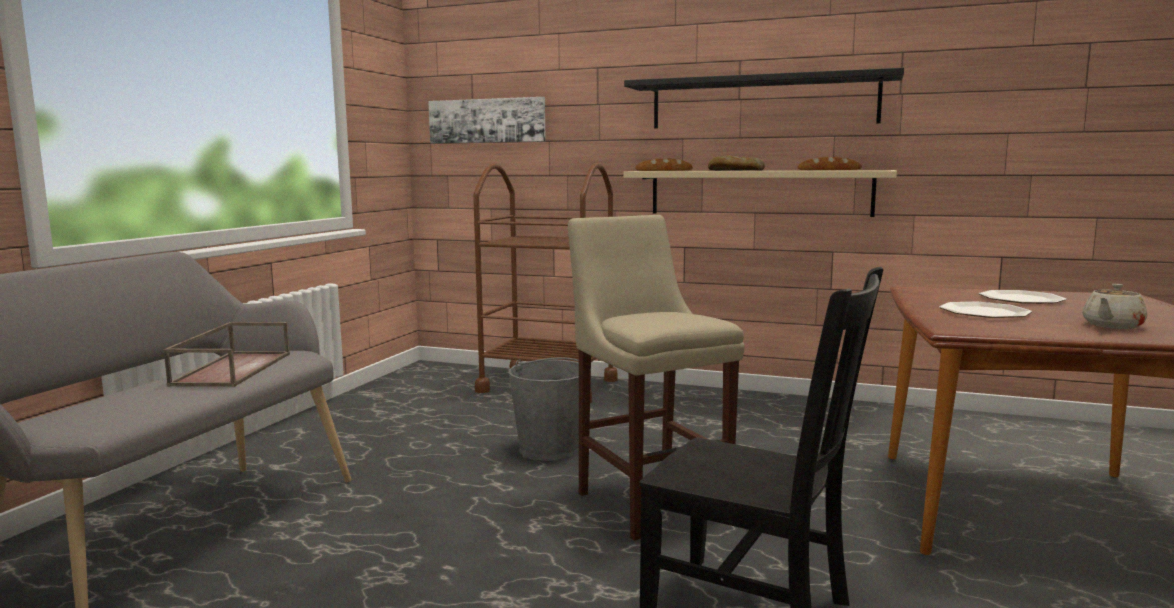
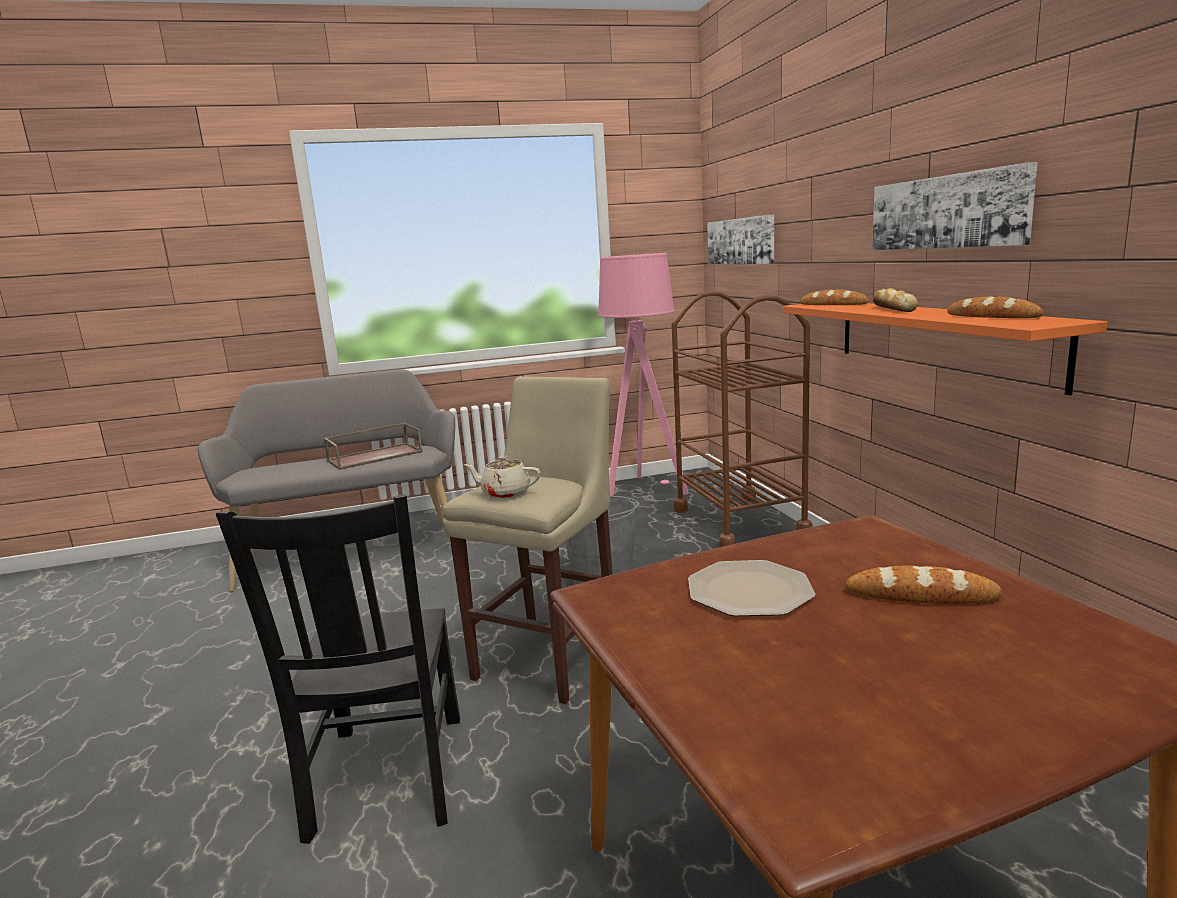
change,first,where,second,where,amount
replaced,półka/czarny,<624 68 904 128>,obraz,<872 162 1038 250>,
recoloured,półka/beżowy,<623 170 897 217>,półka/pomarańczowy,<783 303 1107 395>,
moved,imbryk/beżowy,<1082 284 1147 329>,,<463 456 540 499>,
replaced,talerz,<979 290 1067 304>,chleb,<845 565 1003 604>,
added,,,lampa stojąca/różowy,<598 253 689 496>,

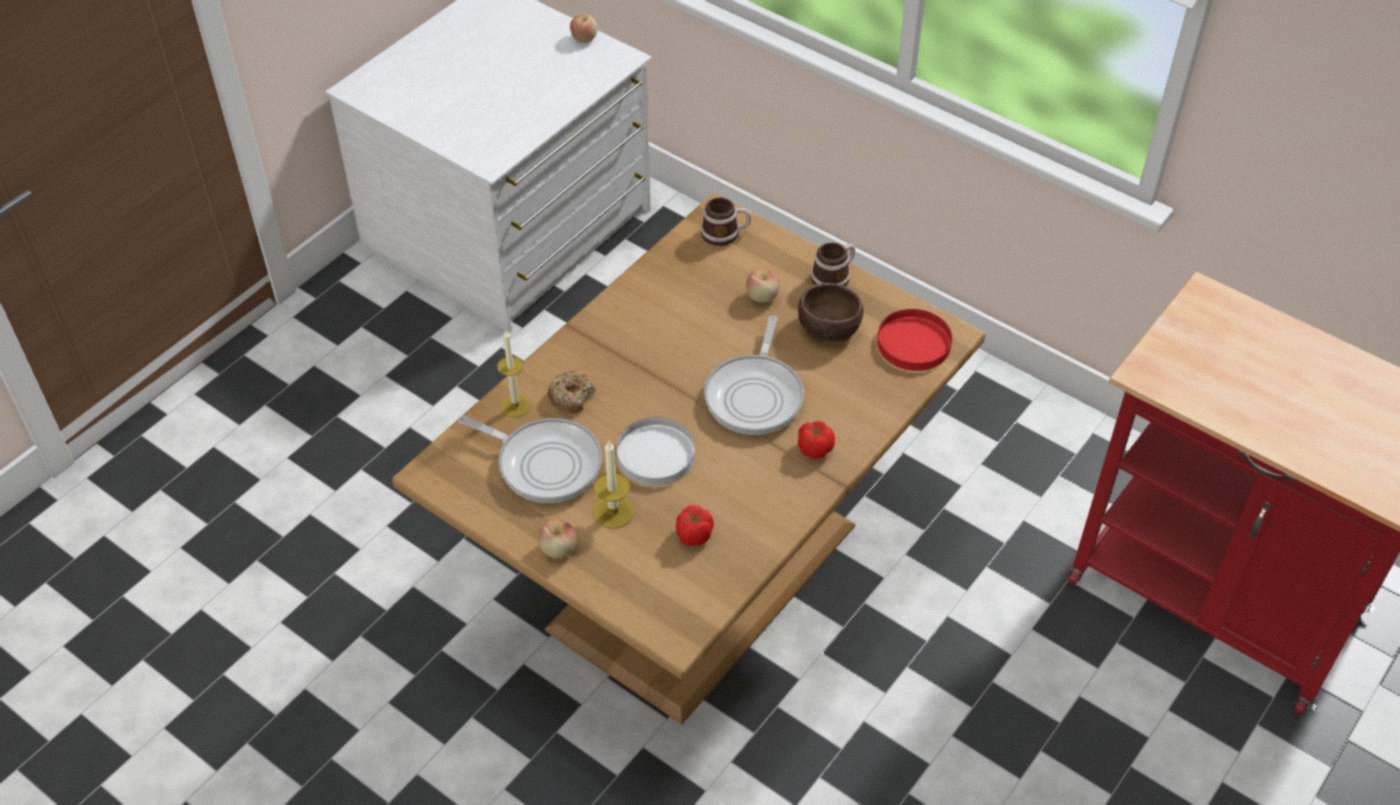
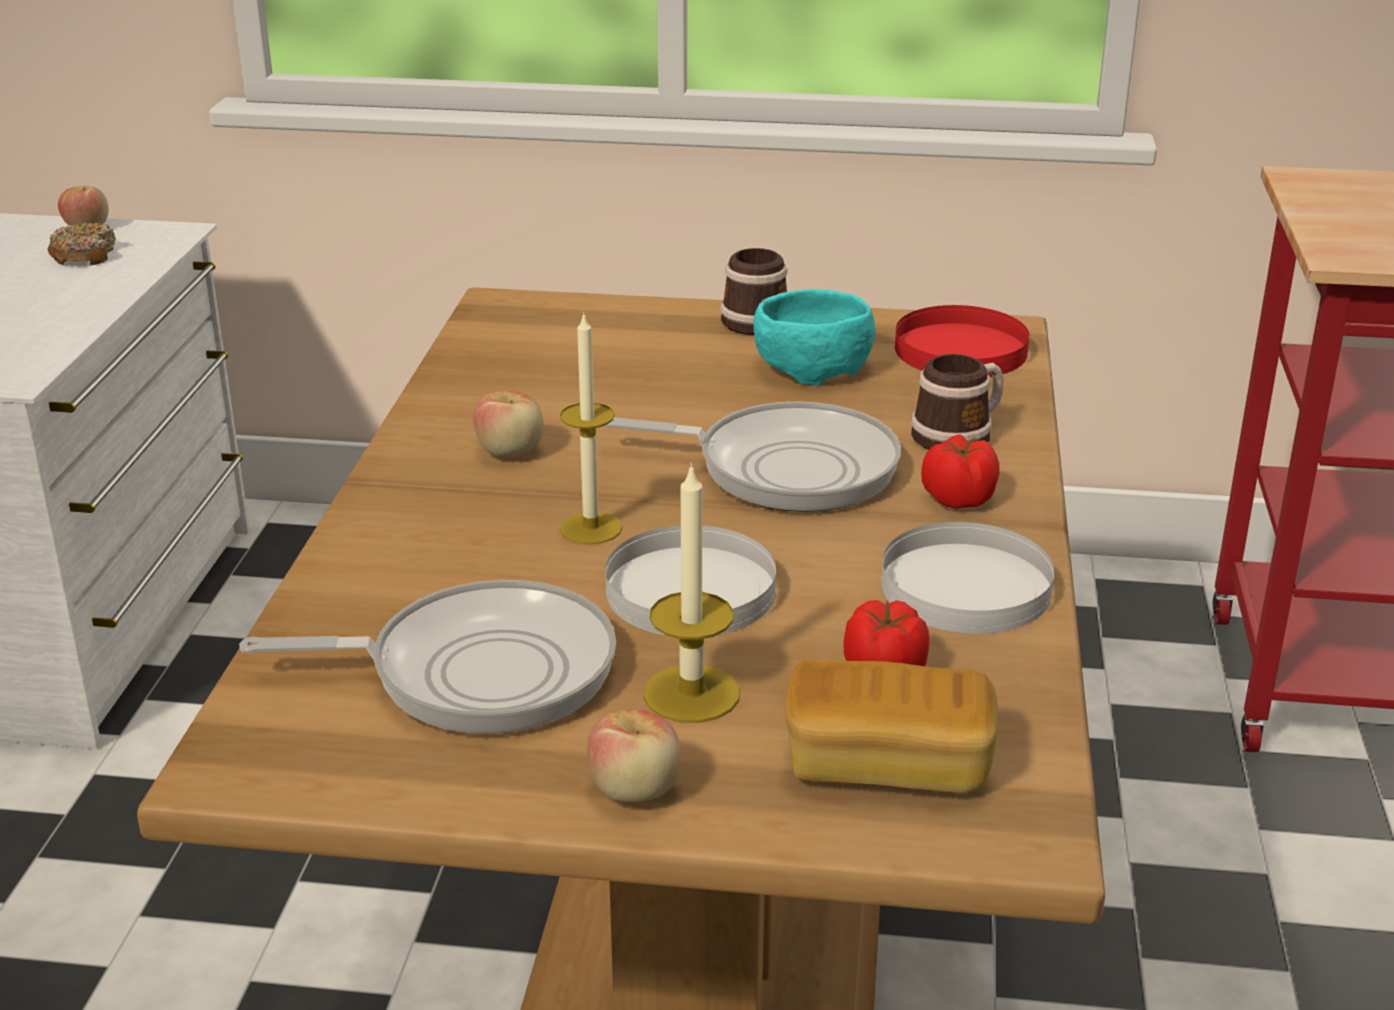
change,first,where,second,where,amount
moved,kubek,<701 197 751 246>,,<911 354 1003 450>,
moved,jabłko,<746 269 780 303>,,<473 391 544 456>,
recoloured,miska/brązowy,<798 283 863 342>,miska/turkusowy,<753 289 876 385>,
turned,patelnia,<704 316 804 435>,,<602 401 901 512>,60 degrees counterclockwise
moved,świeca,<497 330 530 417>,,<560 312 622 544>,
moved,donut,<548 371 596 414>,,<48 223 116 266>,
added,,,talerz/biały,<881 522 1054 634>,
added,,,chleb,<785 660 998 793>,

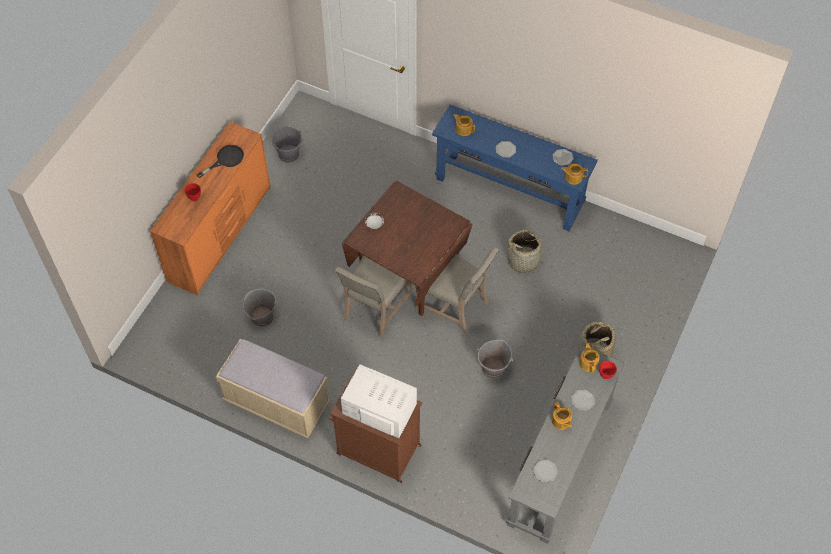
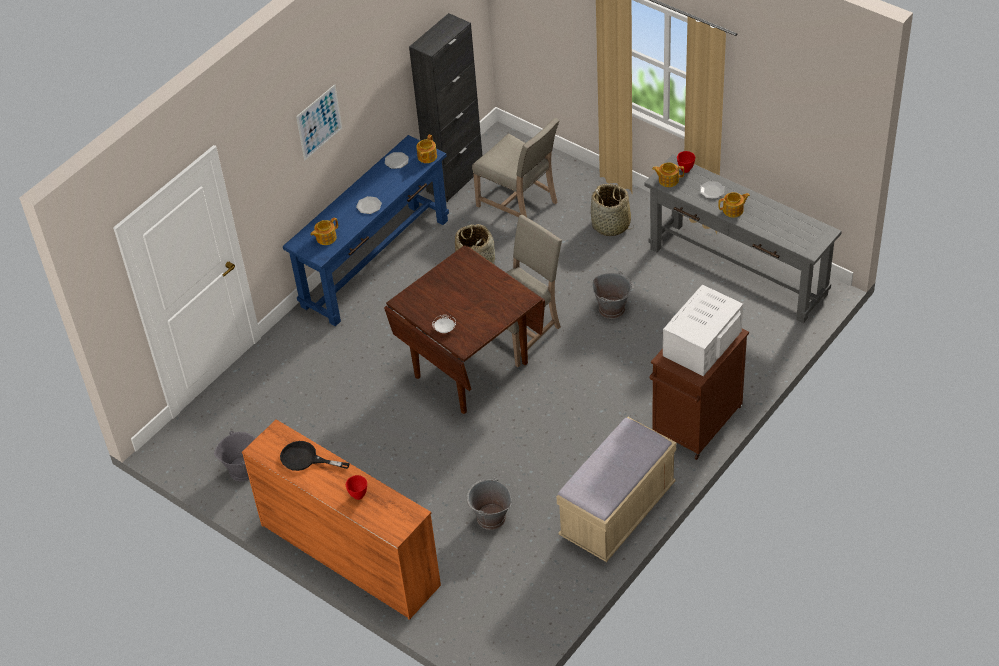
change,first,where,second,where,amount
turned,patelnia/czarny,<197 145 244 178>,,<280 441 350 471>,45 degrees counterclockwise
moved,krzesło/beżowy,<335 256 412 338>,,<472 118 559 217>,
removed,talerz,<533 459 558 483>,,,
added,,,szafka/czarny,<409 13 482 202>,
added,,,obraz,<296 84 342 160>,

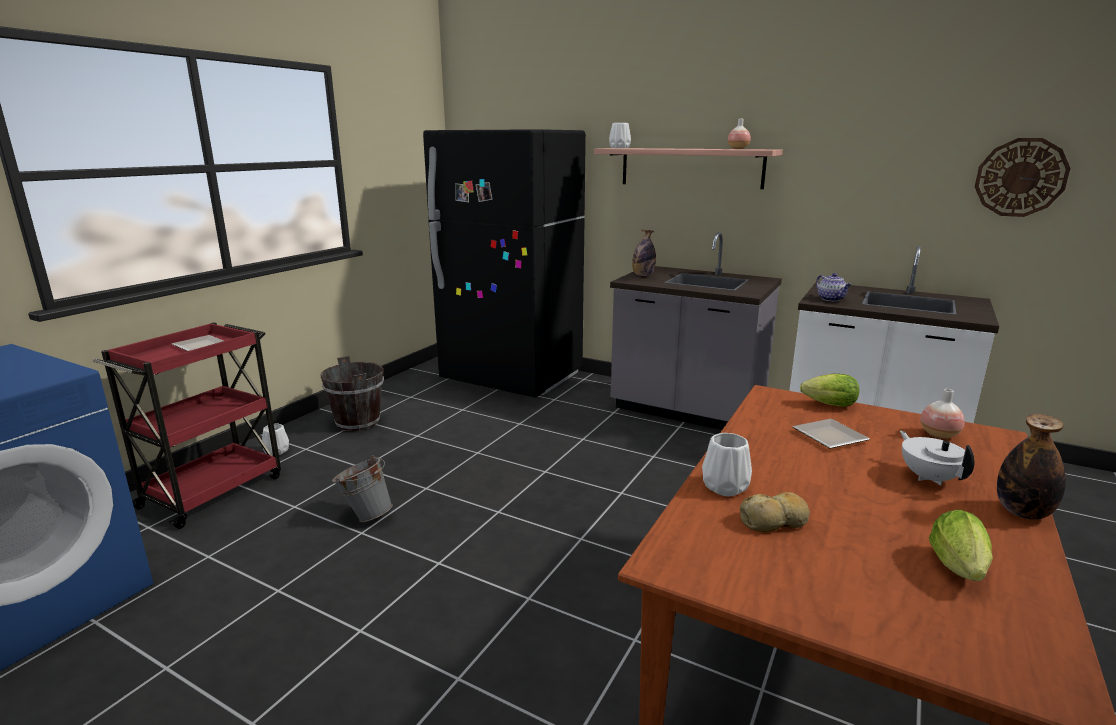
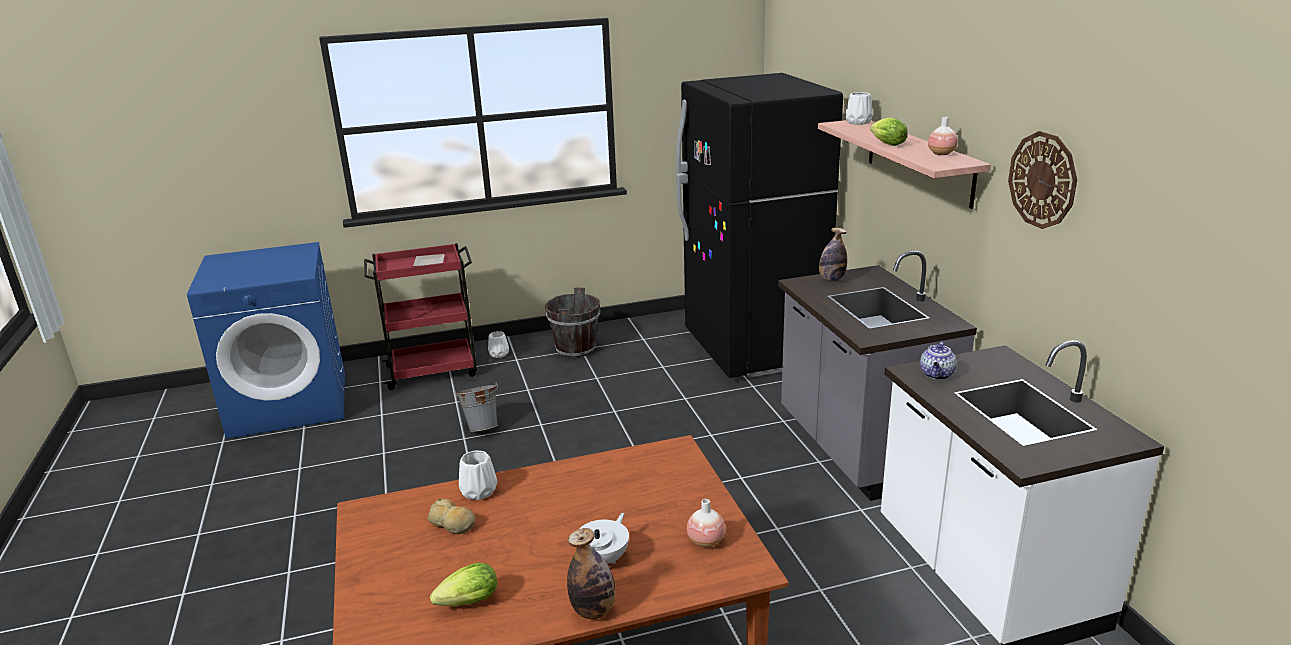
change,first,where,second,where,amount
moved,zegar ścienny,<975 138 1071 217>,,<1008 131 1077 229>,
moved,sałata,<800 374 859 407>,,<870 117 908 146>,
removed,talerz,<792 419 870 449>,,,

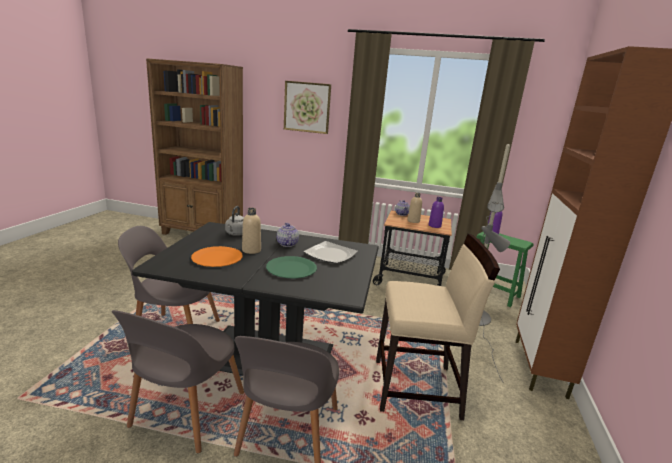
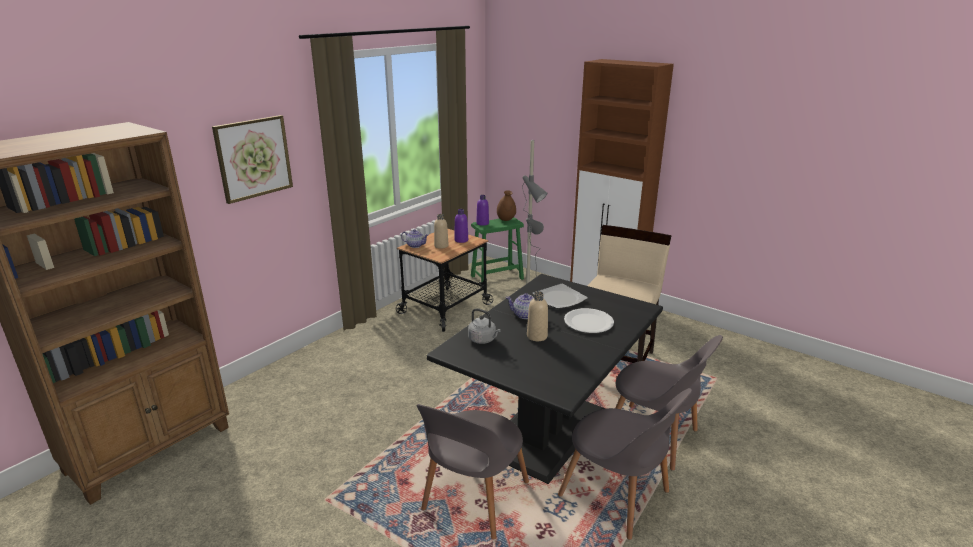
change,first,where,second,where,amount
removed,talerz/pomarańczowy,<191 246 243 267>,,,
recoloured,talerz/zielony,<266 256 317 278>,talerz/biały,<564 308 614 333>,
added,,,wazon/brązowy,<497 190 516 221>,

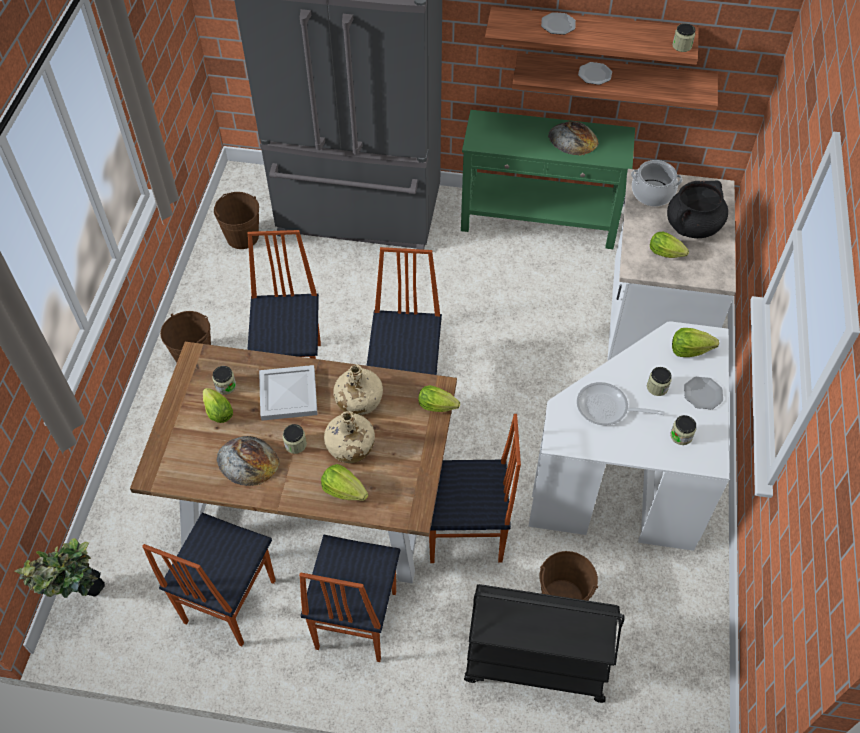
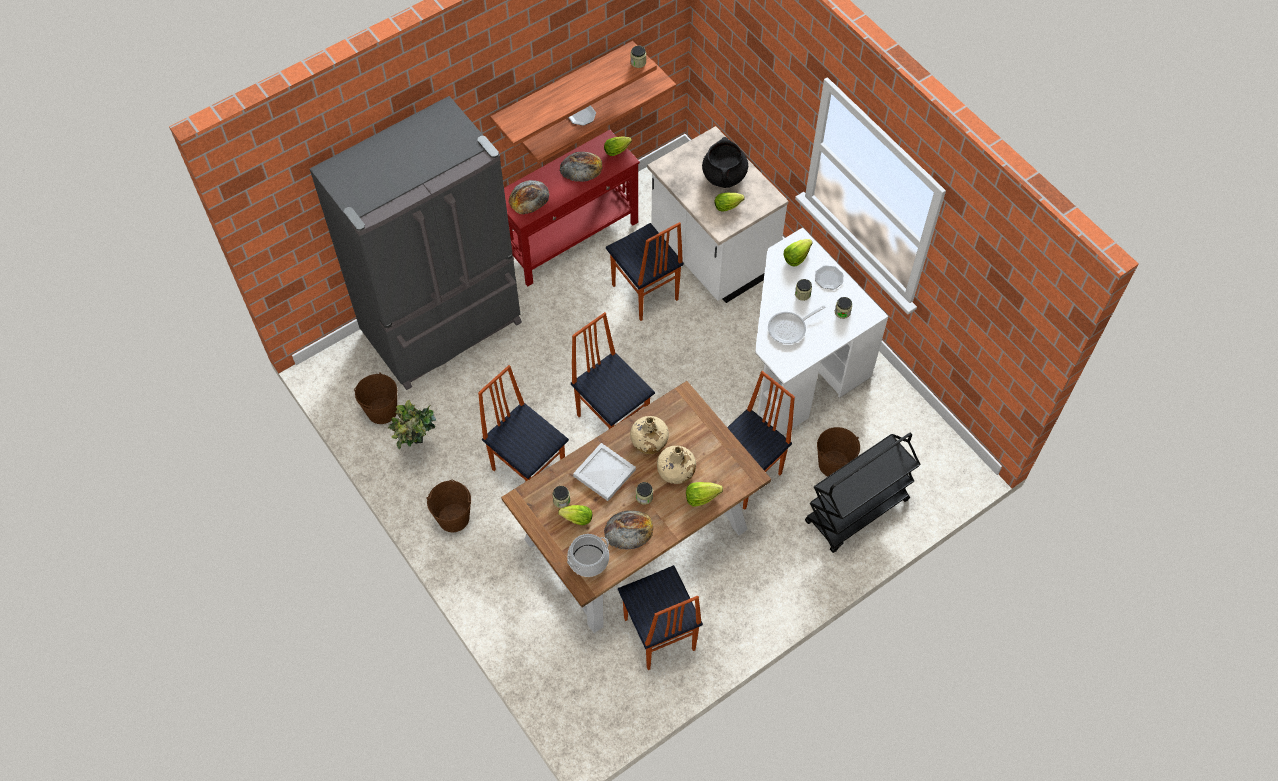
change,first,where,second,where,amount
removed,talerz,<541 12 576 35>,,,
recoloured,stolik konsolowy/zielony,<461 110 635 249>,stolik konsolowy/czerwony,<504 130 640 286>,
moved,garnek,<631 160 682 206>,,<567 534 609 577>,
moved,sałata,<418 385 460 412>,,<604 136 632 156>,
moved,krzesło,<299 535 400 662>,,<606 222 684 321>,
moved,roślina doniczkowa,<14 538 105 598>,,<388 400 436 449>,
added,,,chleb,<509 180 549 215>,

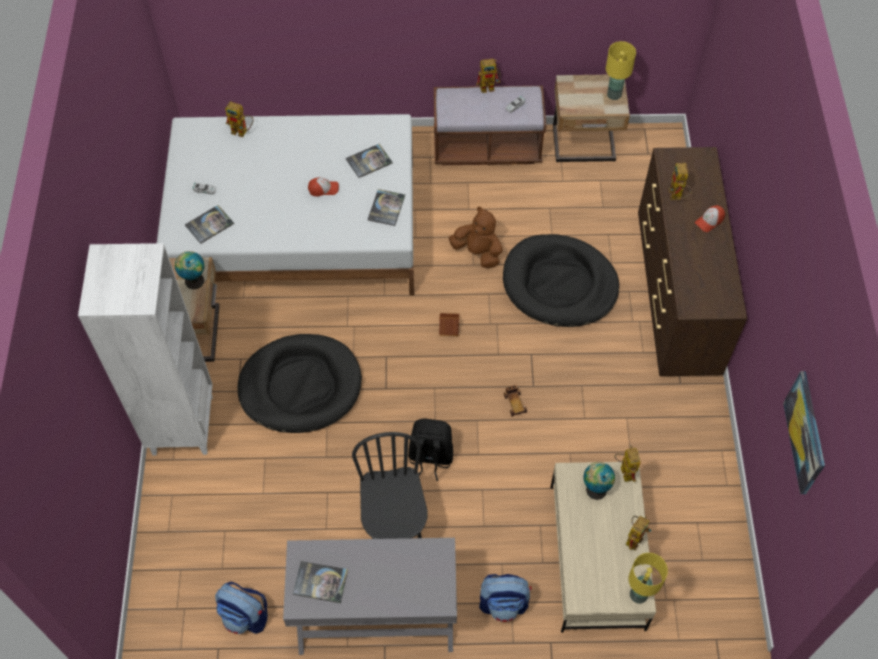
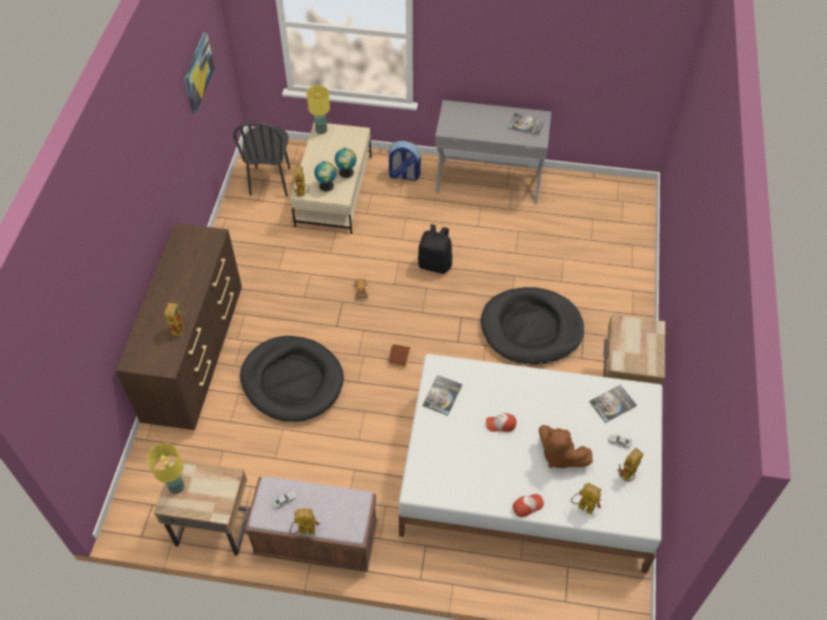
change,first,where,second,where,amount
removed,książka,<346 144 393 178>,,,
moved,czapka z daszkiem,<695 205 725 232>,,<513 494 544 517>,
moved,pluszak/brązowy,<449 207 503 268>,,<539 425 593 469>,
removed,regał/biały,<78 243 213 456>,,,
moved,globus,<175 251 204 289>,,<335 148 356 178>,
moved,krzesło/czarny,<352 432 428 539>,,<233 122 291 197>,
moved,robot zabawkowy,<626 516 651 551>,,<617 448 644 482>,
removed,plecak,<215 581 268 634>,,,

